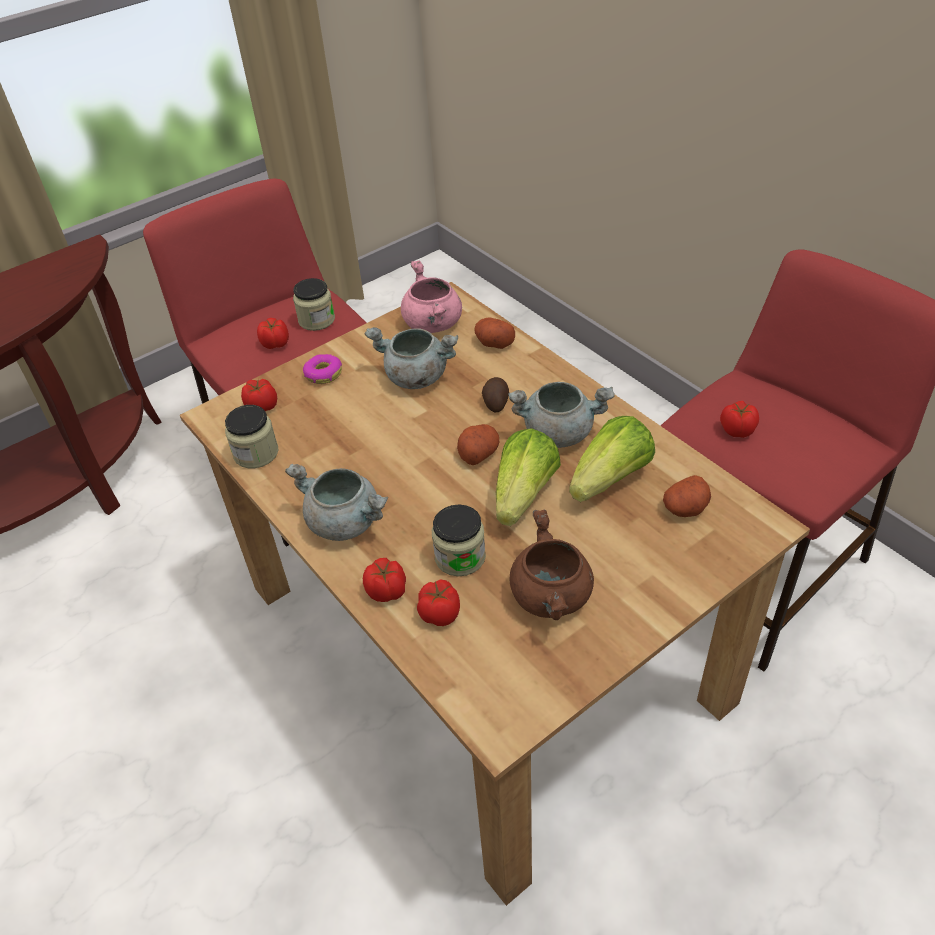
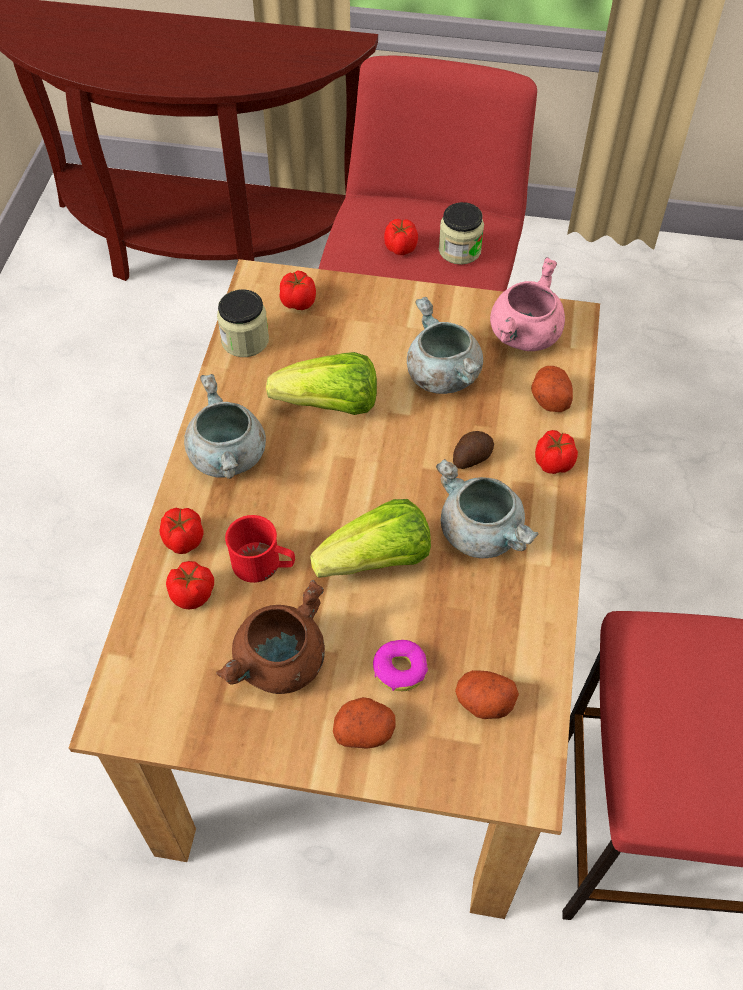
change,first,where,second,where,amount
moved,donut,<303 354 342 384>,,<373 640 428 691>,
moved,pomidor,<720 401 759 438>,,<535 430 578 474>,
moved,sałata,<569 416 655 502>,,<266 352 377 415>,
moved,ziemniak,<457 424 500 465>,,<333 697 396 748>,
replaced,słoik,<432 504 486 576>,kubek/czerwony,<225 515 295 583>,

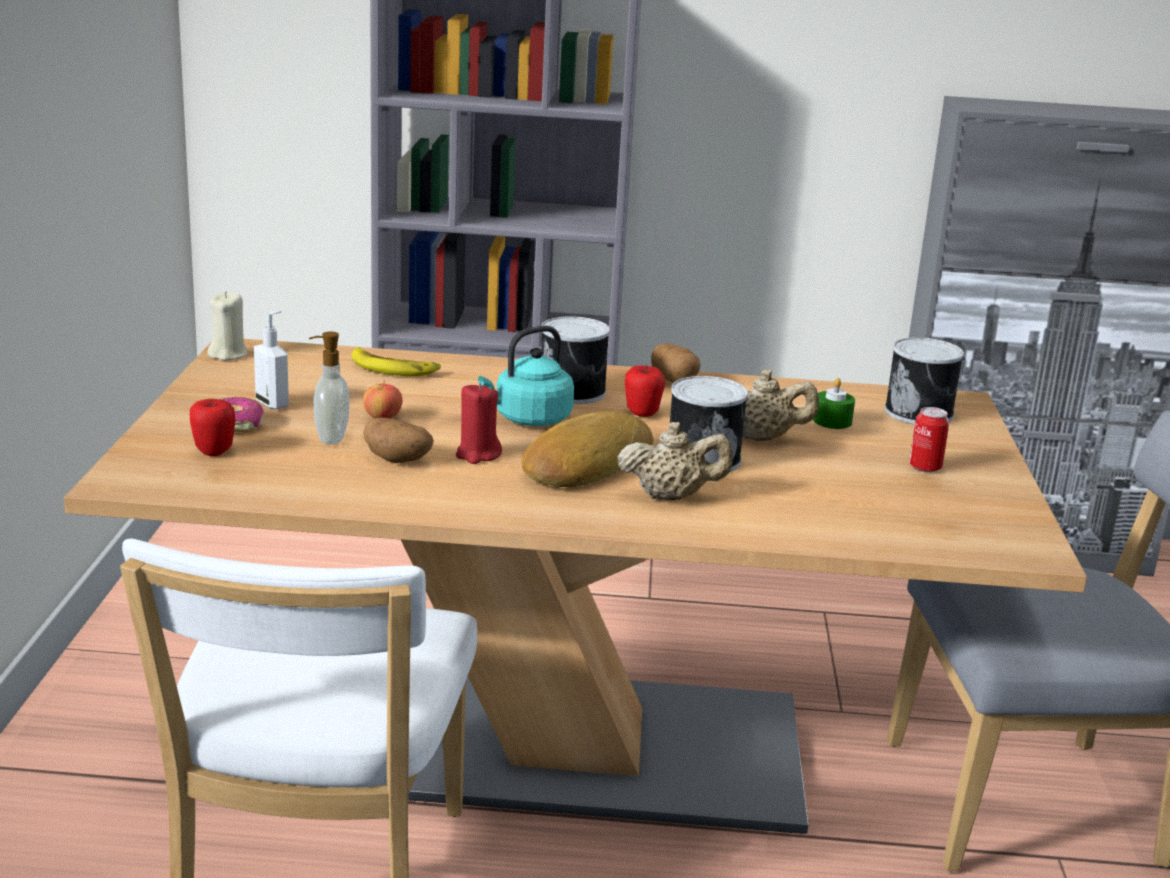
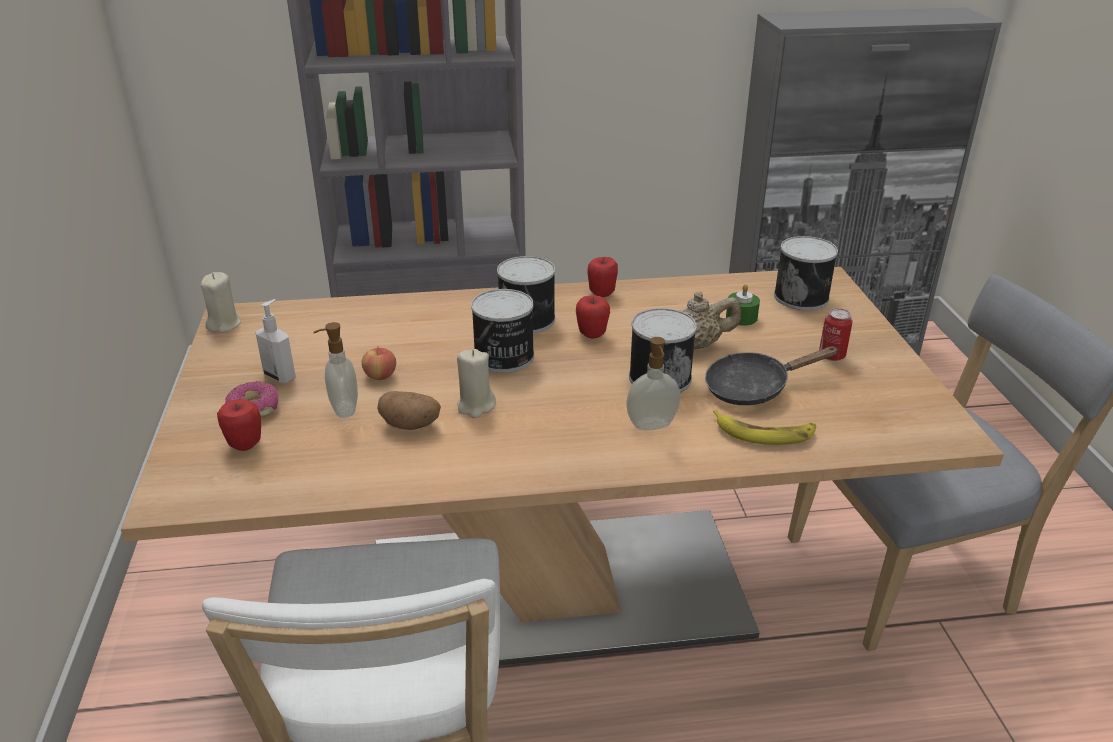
change,first,where,second,where,amount
replaced,czajnik/turkusowy,<478 326 574 426>,puszka,<471 289 534 373>,
replaced,ziemniak,<651 343 701 383>,jabłko,<587 257 618 297>,
moved,banan,<351 347 441 376>,,<713 410 816 445>,
recoloured,świeca/czerwony,<456 383 502 464>,świeca/beżowy,<457 349 496 418>,
removed,chleb,<522 411 653 487>,,,
replaced,imbryk/beżowy,<617 422 733 501>,dozownik mydła,<626 337 680 430>,
added,,,patelnia/czarny,<705 346 839 405>,

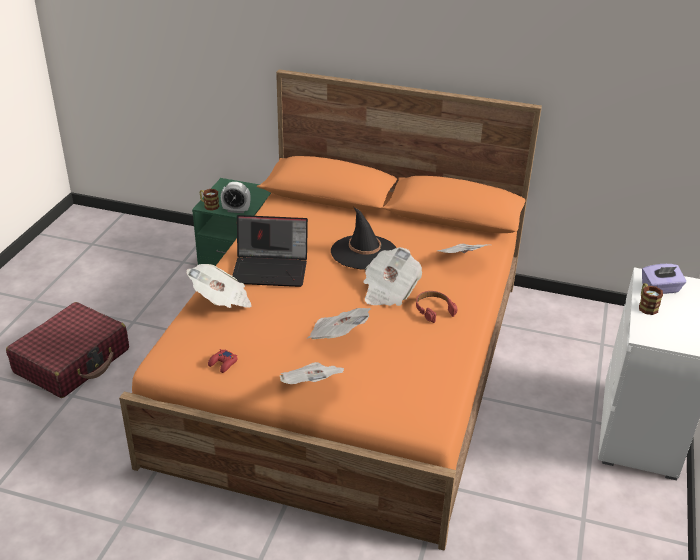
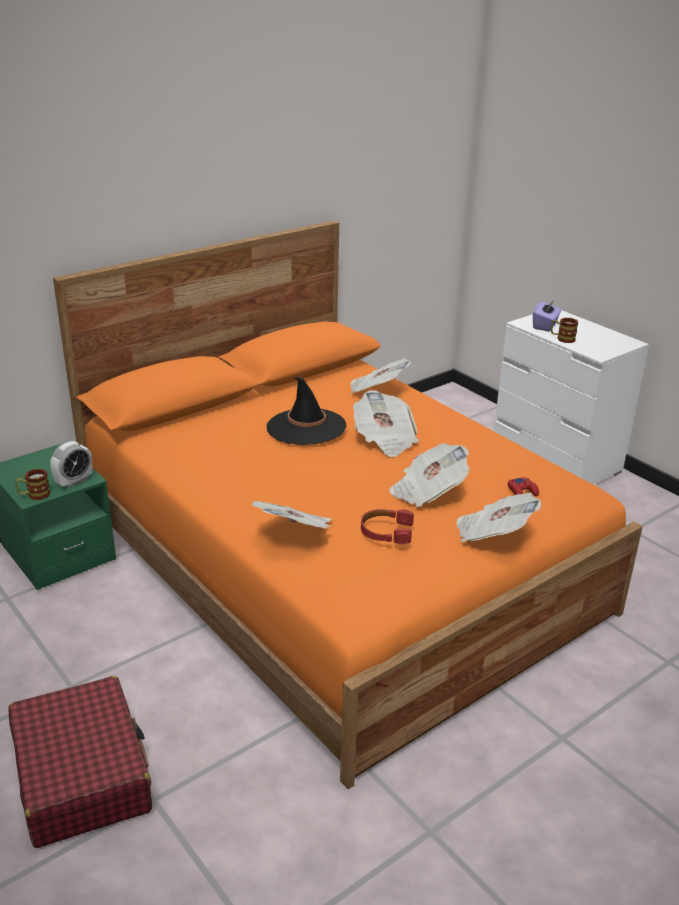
change,first,where,second,where,amount
removed,laptop,<232 215 308 287>,,,
moved,słuchawki/czerwony,<416 291 457 323>,,<361 509 414 544>,
moved,pad do gier/czerwony,<208 349 238 373>,,<508 477 539 496>,

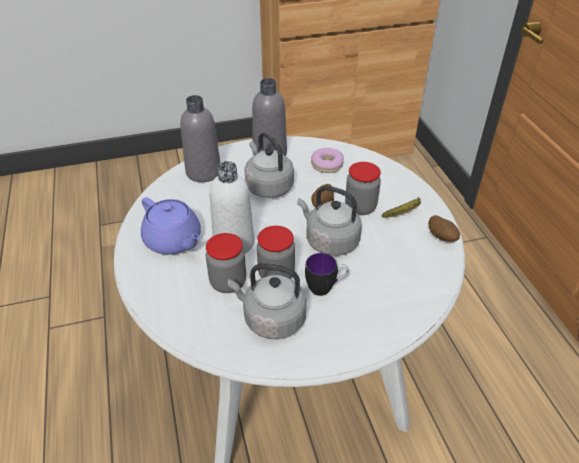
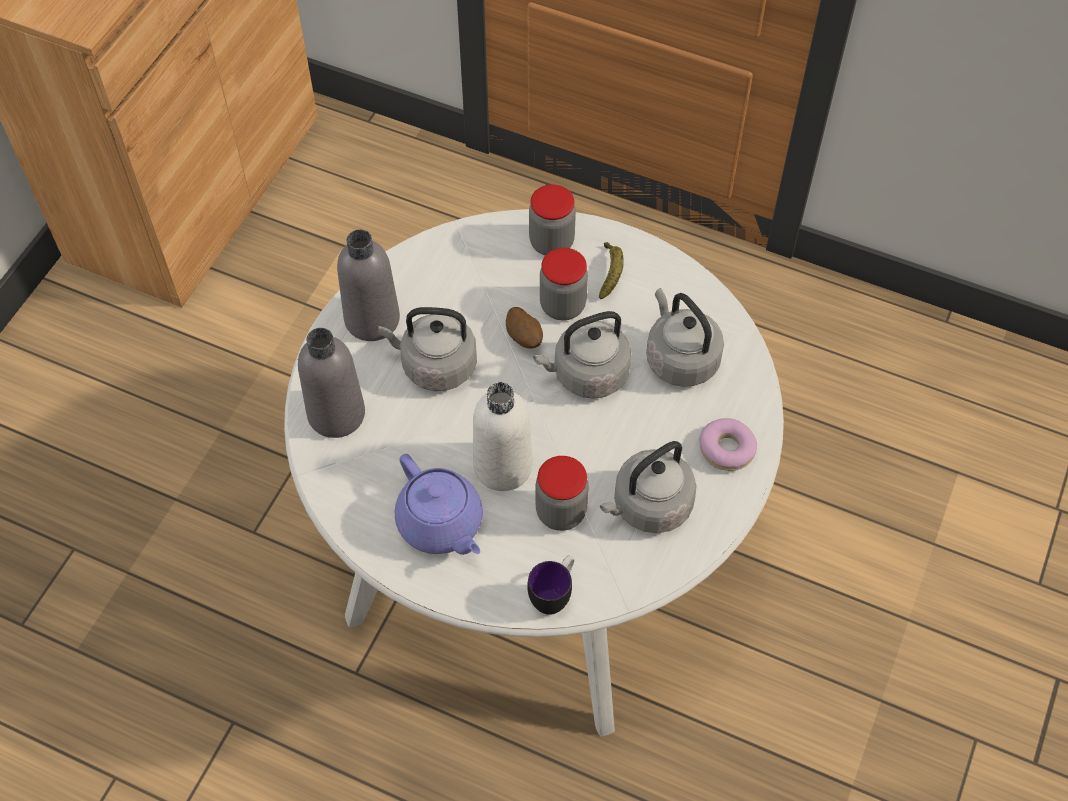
change,first,where,second,where,amount
moved,donut,<311 148 344 173>,,<699 418 757 471>,
turned,imbryk/fioletowy,<141 197 201 255>,,<395 454 483 555>,60 degrees clockwise
removed,ziemniak,<429 215 460 242>,,,
moved,słoik,<257 226 295 279>,,<529 185 576 255>,
moved,kubek,<305 253 349 296>,,<527 556 574 615>,
added,,,czajnik/szary,<646 288 724 387>,

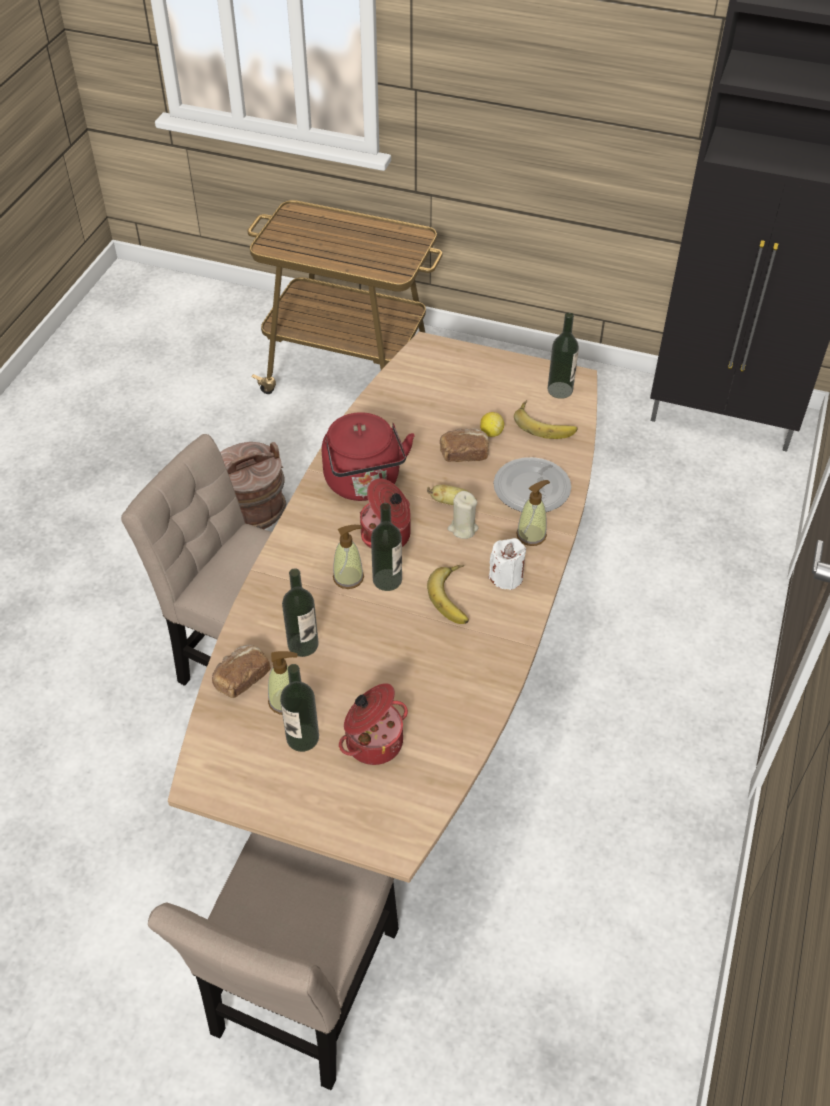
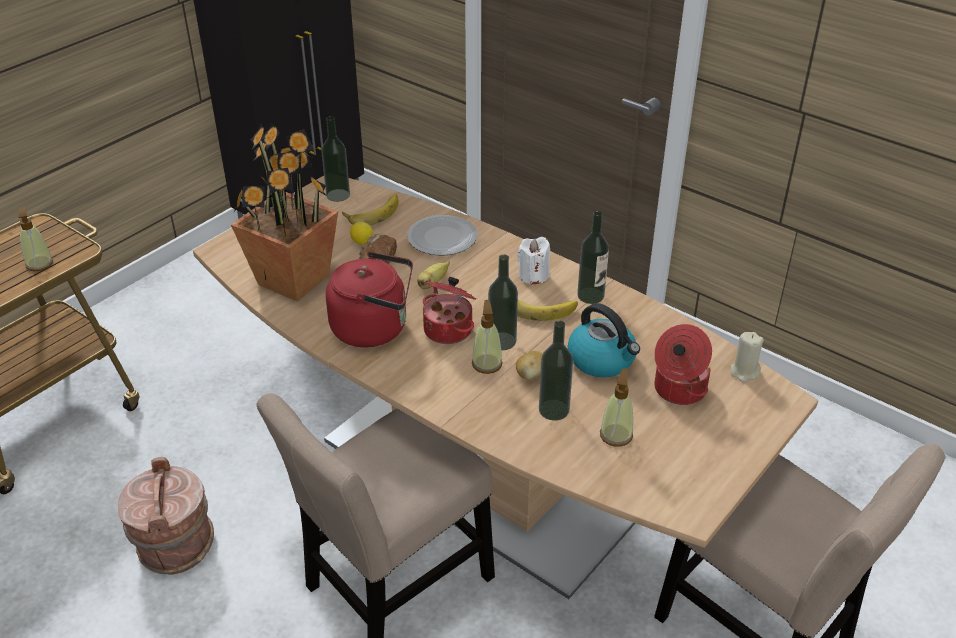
change,first,where,second,where,amount
moved,dozownik mydła,<516 480 550 546>,,<18 206 53 271>,
moved,świeca/beżowy,<448 491 479 539>,,<731 332 764 382>,
removed,chleb,<212 645 271 698>,,,
moved,butelka,<280 664 319 752>,,<577 211 609 304>,
added,,,roślina doniczkowa,<231 123 338 301>,
added,,,czajnik,<568 303 640 378>,
added,,,ziemniak,<516 351 543 380>,

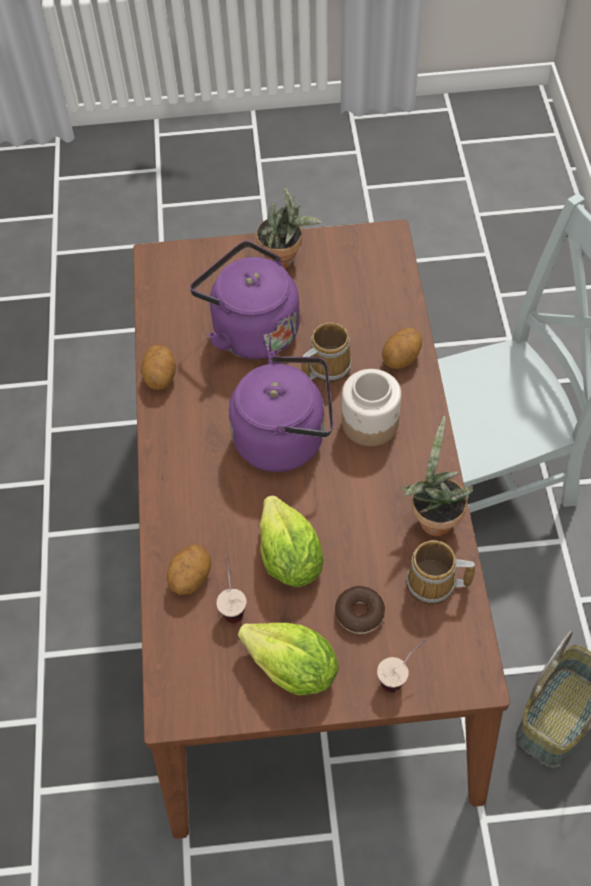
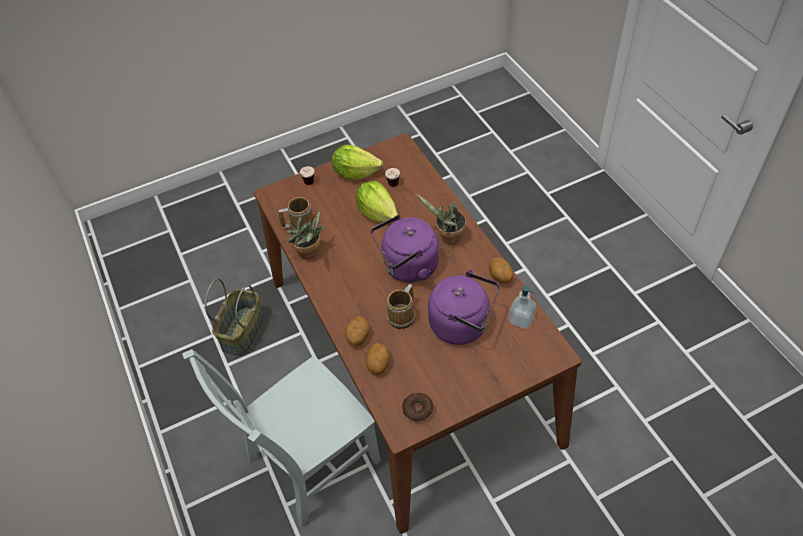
change,first,where,second,where,amount
moved,roślina doniczkowa,<256 185 322 269>,,<416 194 466 244>,
removed,słoik,<342 369 401 446>,,,
moved,ziemniak,<167 544 211 595>,,<365 343 390 375>,
moved,donut,<335 586 385 634>,,<402 393 433 422>,
added,,,dozownik mydła,<509 286 536 329>,

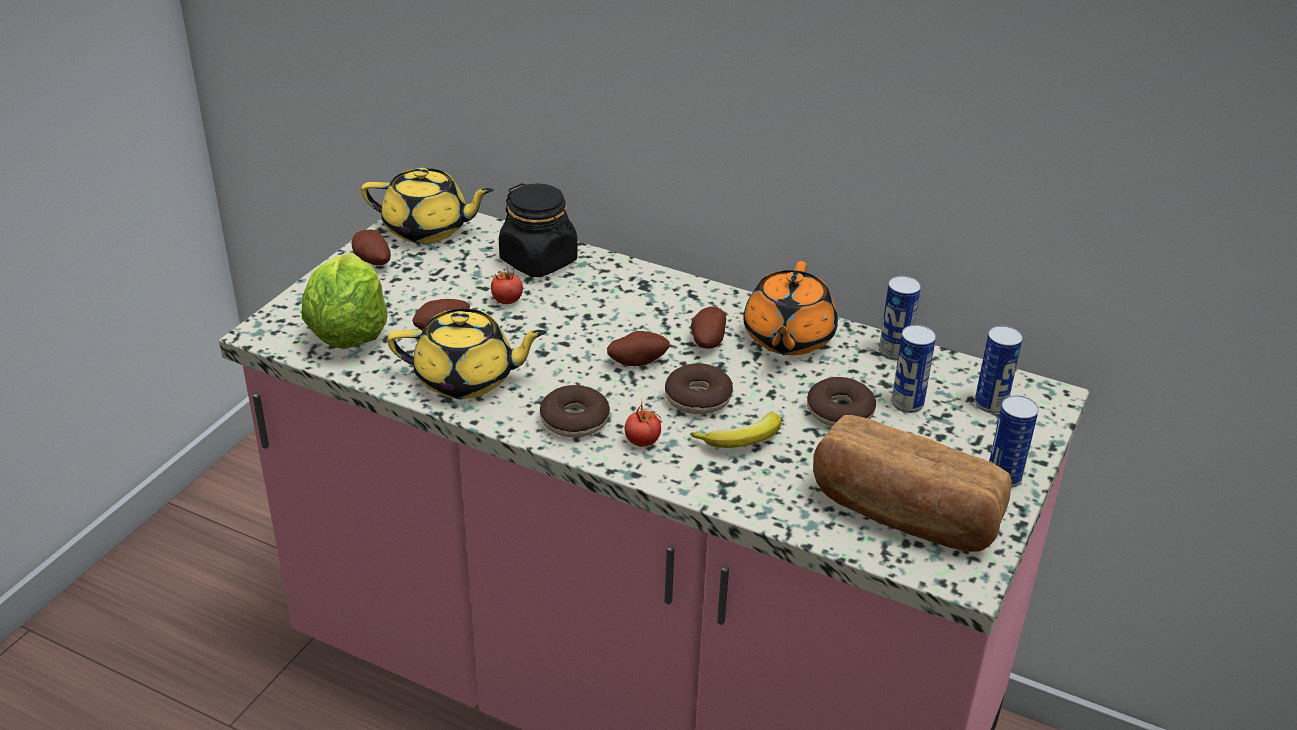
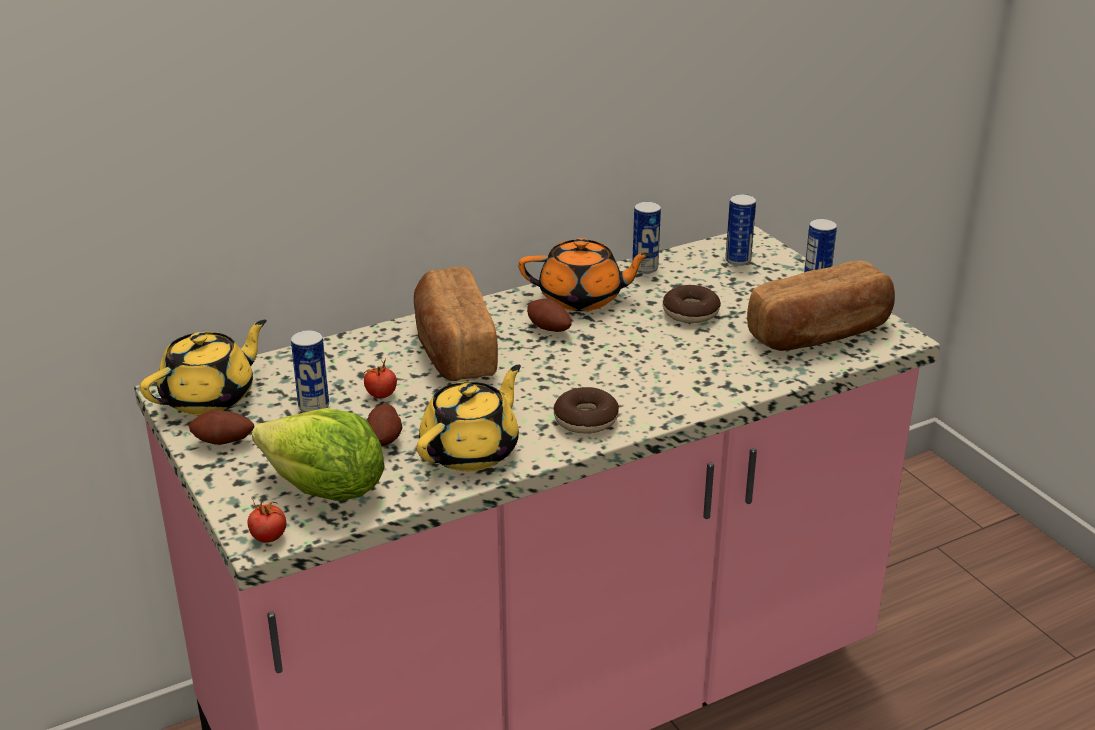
change,first,where,second,where,amount
removed,słoik/czarny,<499 183 578 277>,,,
turned,imbryk/pomarańczowy,<743 261 838 355>,,<518 238 653 311>,45 degrees counterclockwise
moved,puszka,<891 325 936 413>,,<291 329 329 413>,
removed,ziemniak,<607 331 670 366>,,,
removed,donut,<665 363 733 414>,,,
moved,pomidor,<624 403 661 447>,,<248 500 286 543>,
removed,banan,<690 413 782 448>,,,
added,,,chleb,<414 267 498 381>,

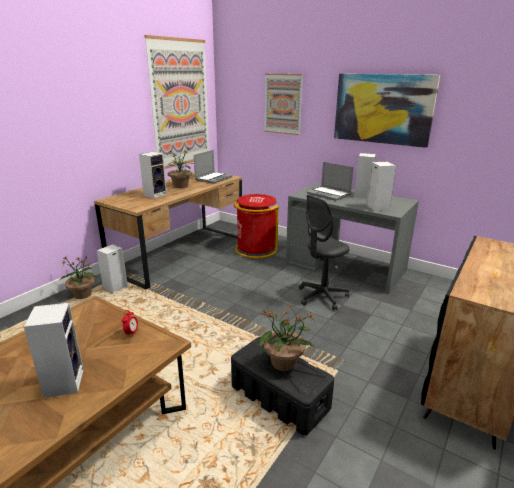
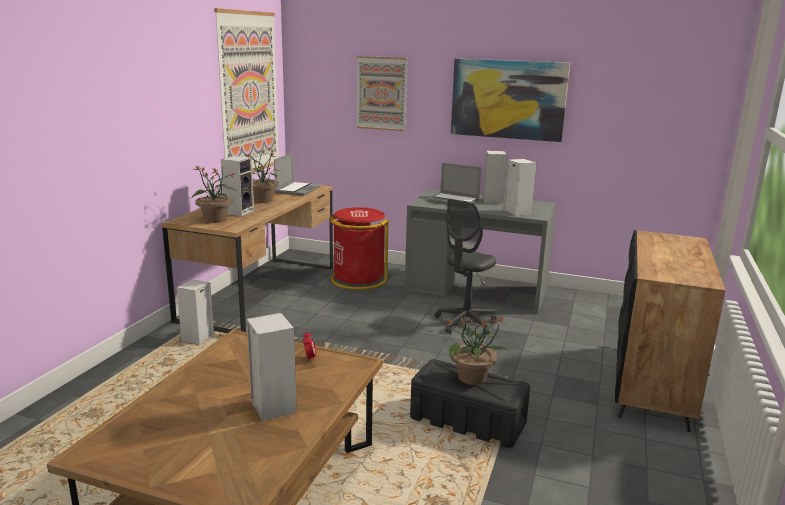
change,first,where,second,where,amount
moved,roślina doniczkowa,<60 256 96 299>,,<192 166 239 223>,

